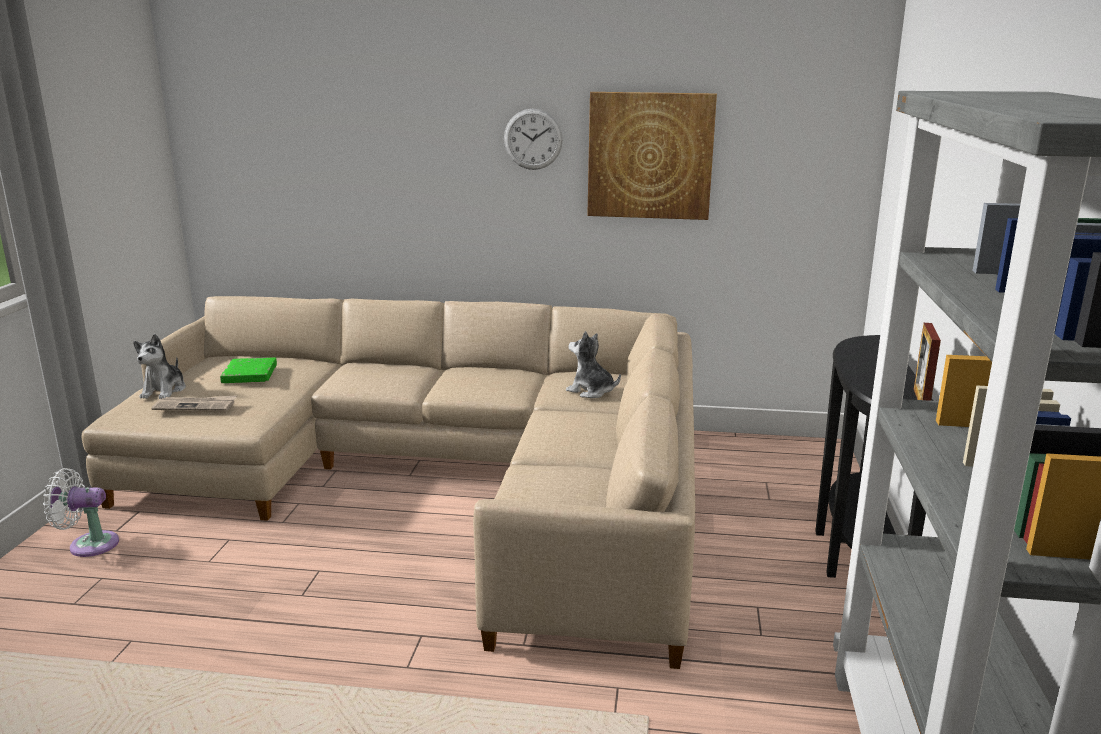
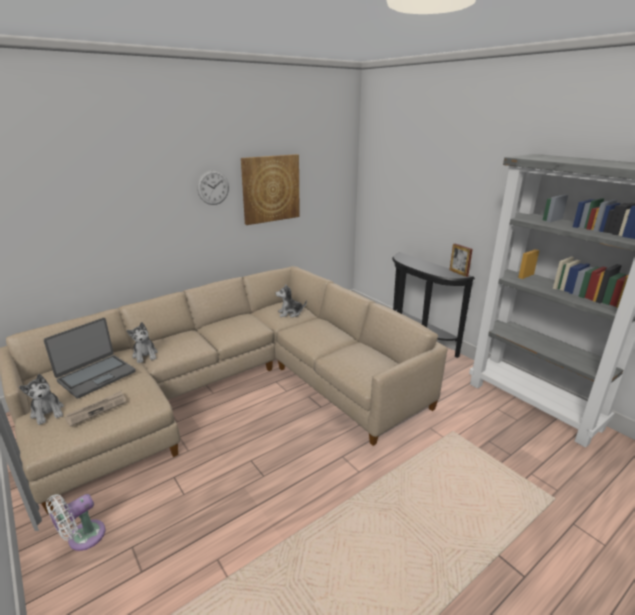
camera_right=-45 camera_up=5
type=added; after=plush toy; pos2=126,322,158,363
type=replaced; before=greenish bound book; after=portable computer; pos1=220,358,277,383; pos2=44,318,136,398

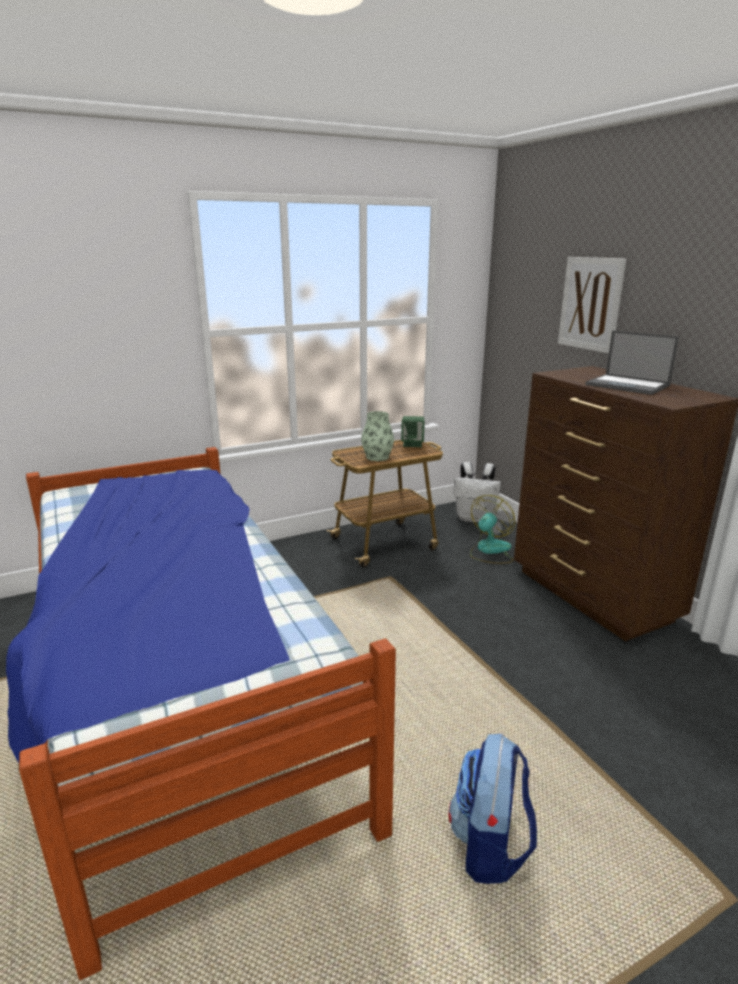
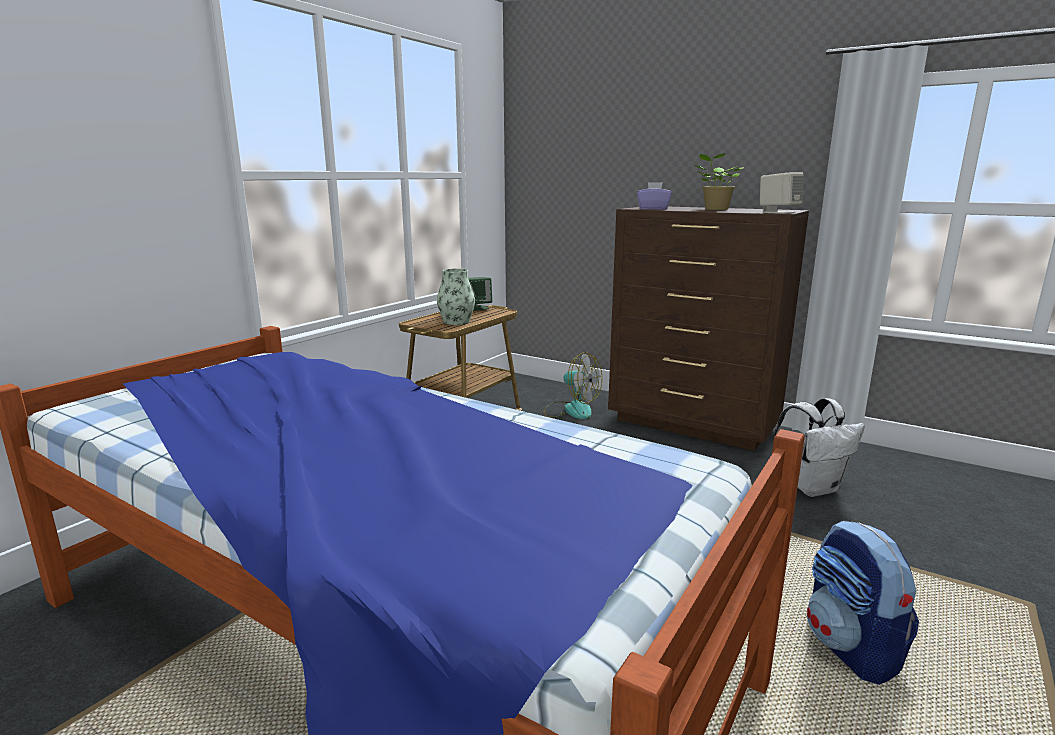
camera_right=-30 camera_up=-5
type=removed; before=wall picture; pos1=558,257,626,354
type=added; after=purple-coloured box of tissues; pos2=637,182,672,210
type=added; after=beige speaker; pos2=760,172,804,214
type=moved; before=white-coloured rucksack; pos1=453,462,501,523; pos2=774,398,865,497
type=replaced; before=portable computer; after=potted plant; pos1=585,330,679,395; pos2=694,153,744,210
type=turned; before=electric fan; pos1=470,495,515,564; pos2=544,352,602,419; turn=120

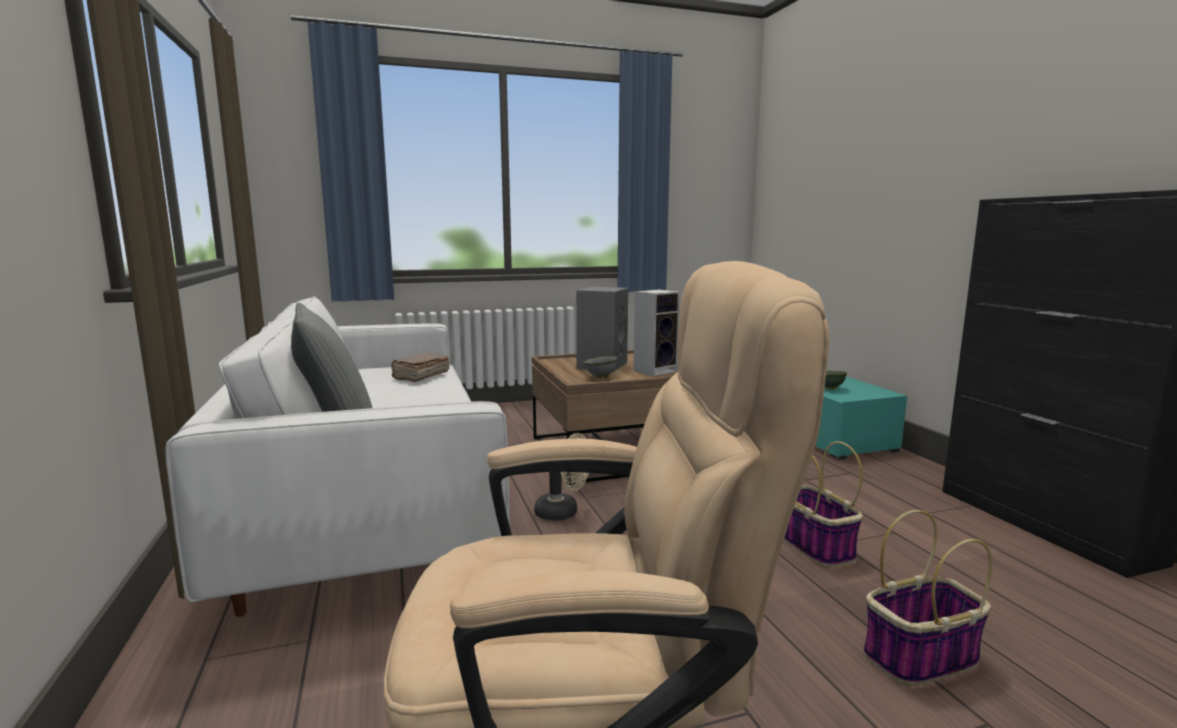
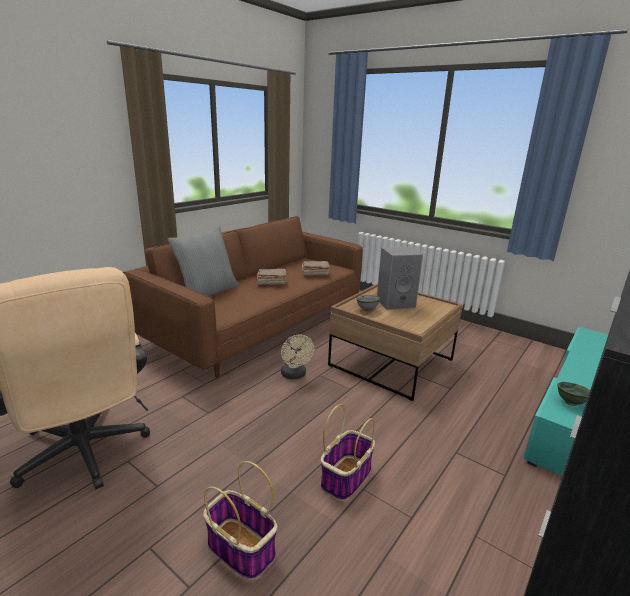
camera_right=55 camera_up=10
type=removed; before=speaker; pos1=633,289,680,376
type=added; after=brown bound book; pos2=257,269,287,285
type=recoloured; before=white-coloured couch; after=brown couch; pos1=165,296,510,617; pos2=123,216,363,378

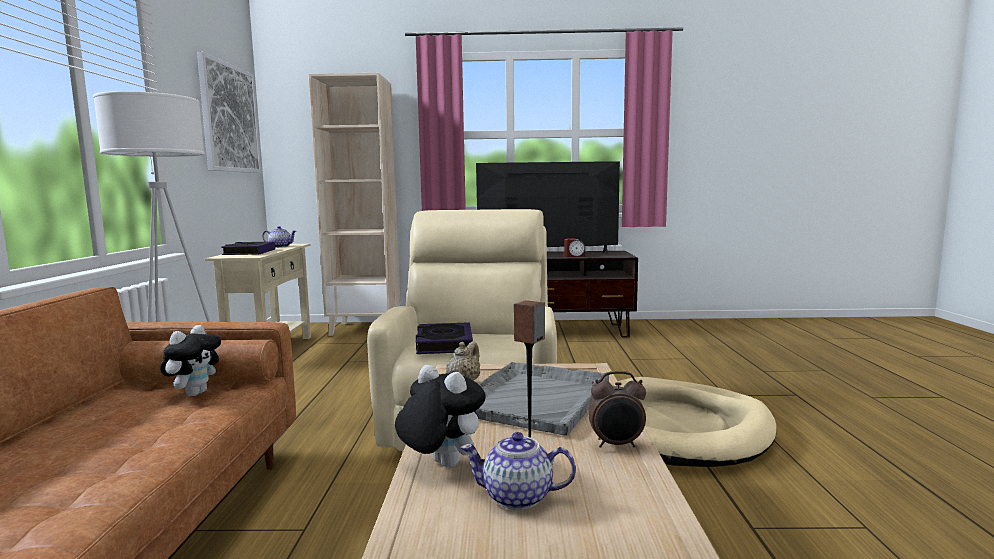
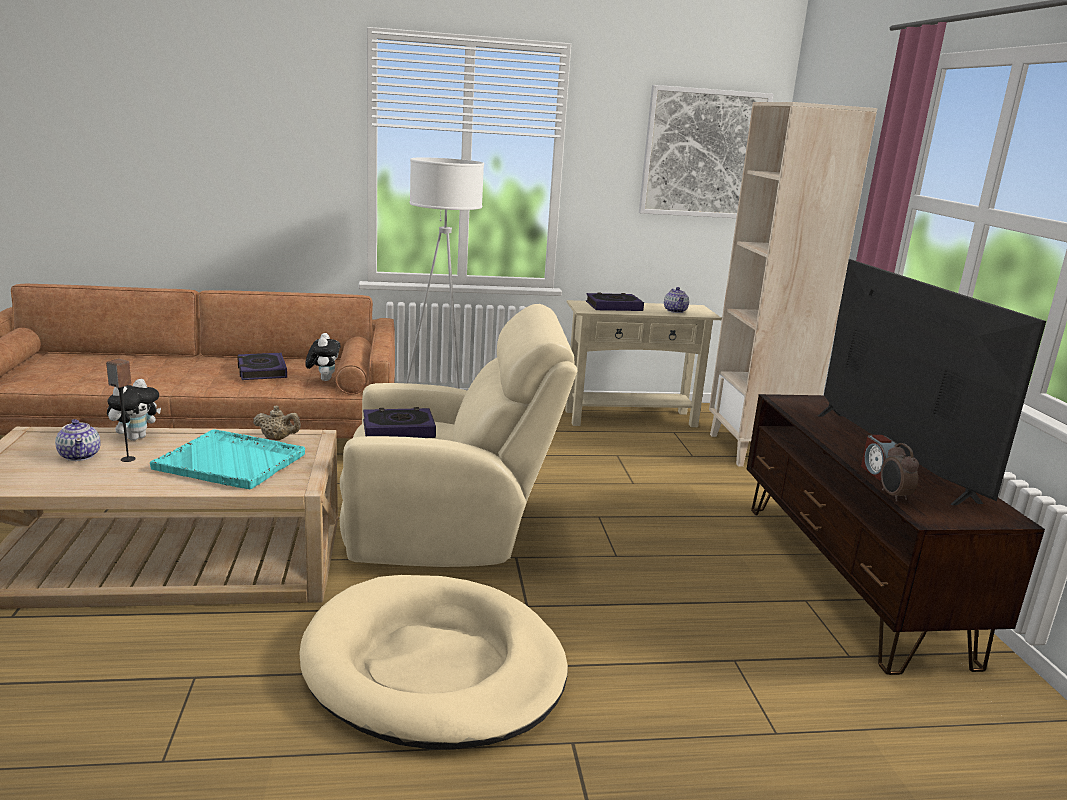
camera_right=80 camera_up=10
type=added; after=bound book; pos2=237,353,287,380
type=moved; before=alarm clock; pos1=588,371,646,448; pos2=881,443,919,502
type=recoloured; before=grey tray; after=turquoise tray; pos1=475,362,609,436; pos2=150,429,305,490
type=turned; before=plush toy; pos1=160,325,221,396; pos2=305,333,341,381; turn=-105
type=turned; before=teapot; pos1=460,432,576,510; pos2=55,419,101,461; turn=150

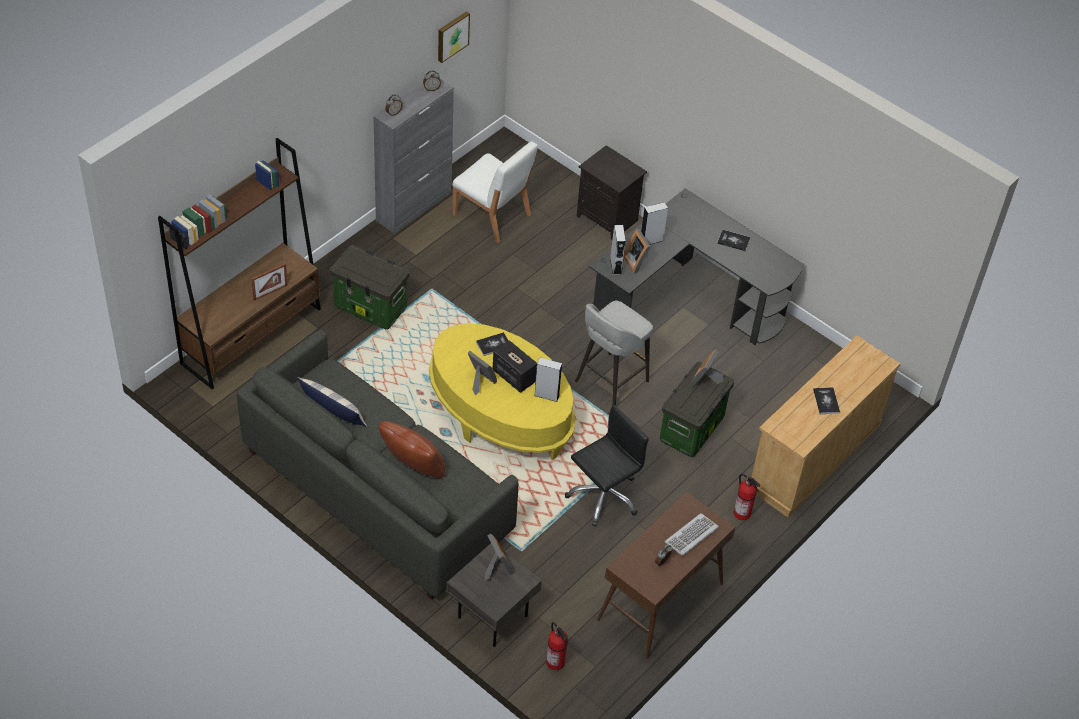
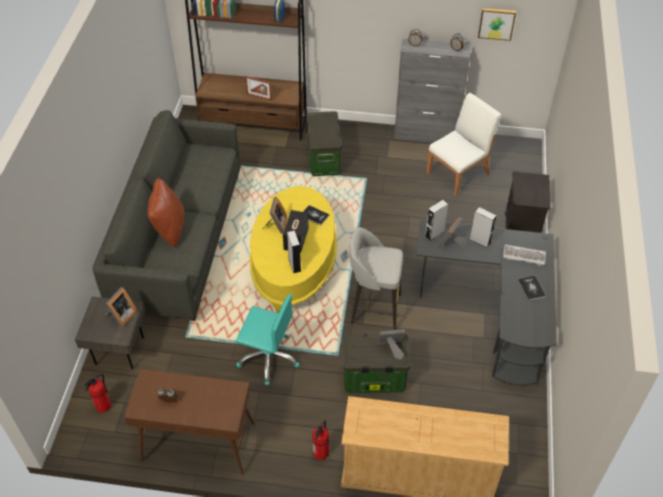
camera_right=60 camera_up=0
type=removed; before=cushion; pos1=298,377,367,427
type=removed; before=bound book; pos1=813,387,840,414
type=moved; before=PC keyboard; pos1=665,513,719,556; pos2=503,245,546,266
type=recoloured; before=black-coloured office chair; after=turquoise office chair; pos1=565,404,649,527; pos2=236,294,299,385
type=turned; before=white-coloured upright chair; pos1=452,141,538,243; pos2=427,93,502,196; turn=-135

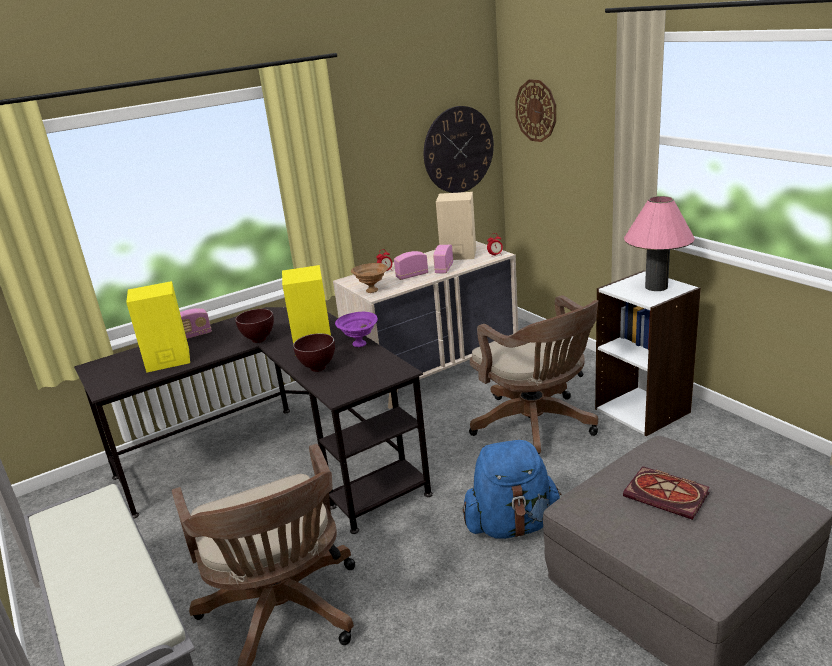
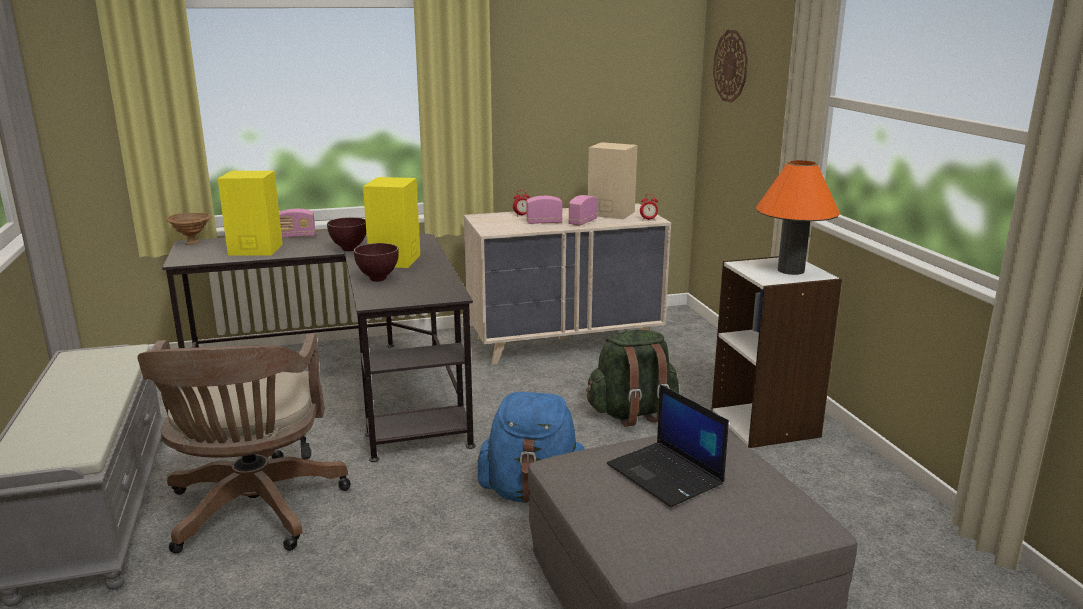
camera_right=15 camera_up=-5
type=removed; before=purple-coloured serving bowl; pos1=335,312,378,347
type=removed; before=wall clock; pos1=424,106,494,193
type=moved; before=brown serving bowl; pos1=351,263,388,293; pos2=166,213,211,245
type=replaced; before=brown office chair; after=greenish rucksack; pos1=469,295,598,454; pos2=586,330,679,427
type=replaced; before=bound book; after=portable computer; pos1=623,466,710,520; pos2=607,385,729,507
type=recoloured; before=pink lamp for a table; after=orange-coloured lamp for a table; pos1=624,196,695,291; pos2=756,160,840,275

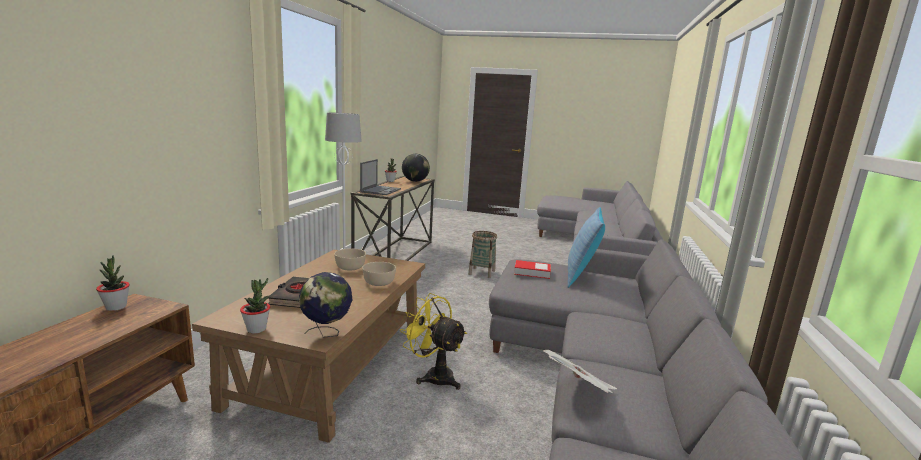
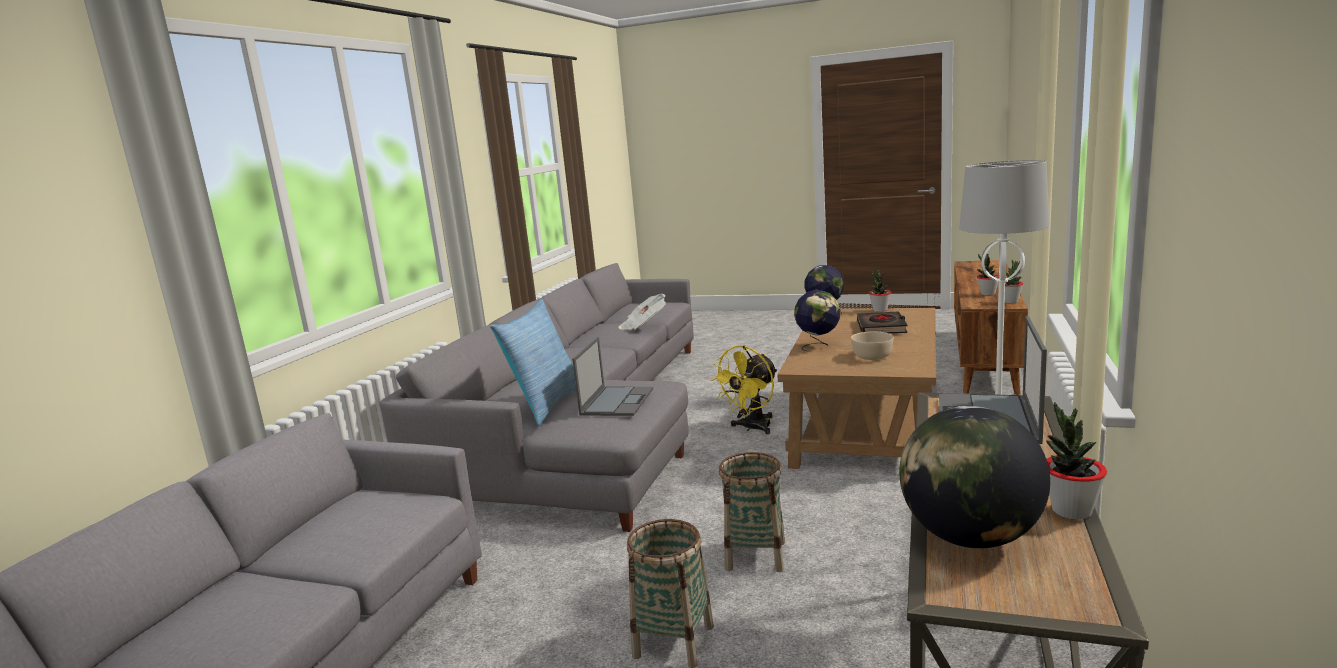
camera_right=-175 camera_up=0
type=added; after=basket; pos2=719,452,785,572
type=added; after=potted plant; pos2=977,254,999,296
type=replaced; before=beige serving bowl; after=globe; pos1=362,262,396,286; pos2=794,290,841,352
type=replaced; before=bound book; after=portable computer; pos1=514,260,551,279; pos2=572,337,653,416
type=turned; before=yellow-coloured electric fan; pos1=400,293,467,390; pos2=710,346,777,434; turn=90

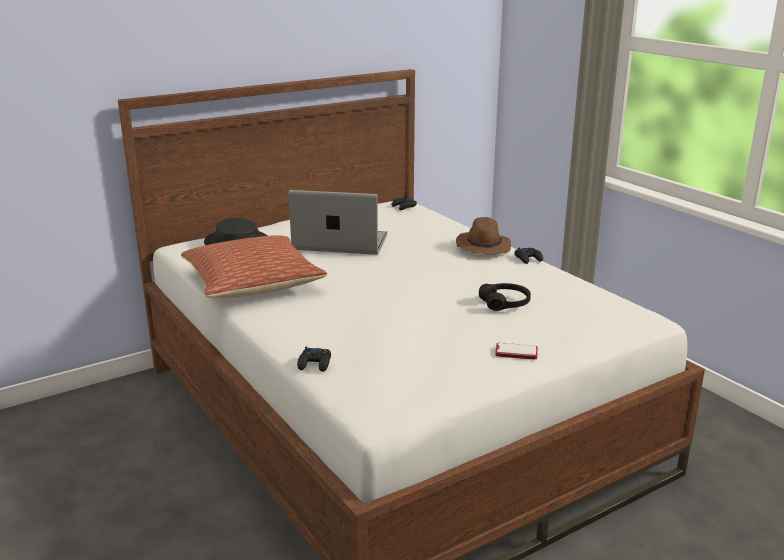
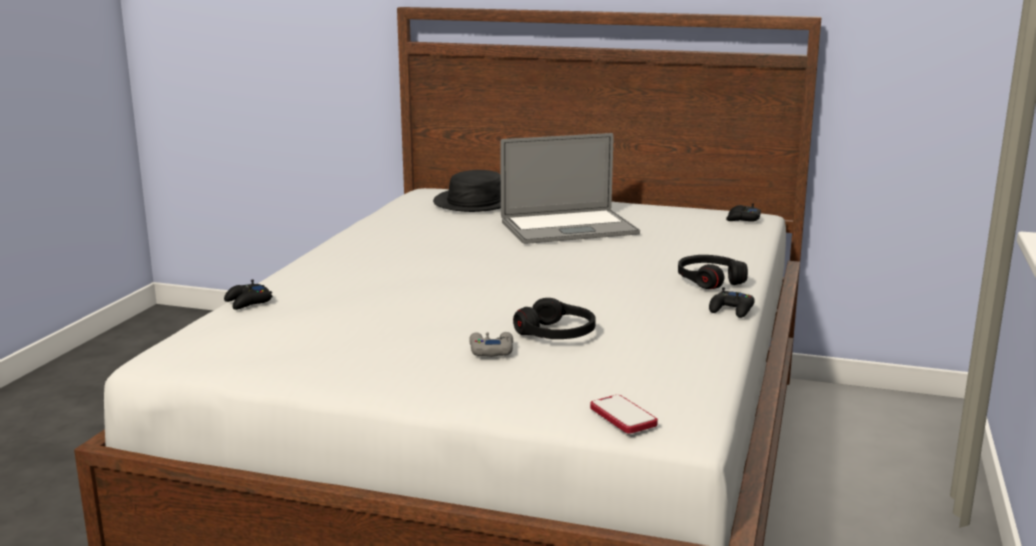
camera_right=50 camera_up=-5
type=removed; before=cushion; pos1=181,235,327,298
type=added; after=grey gamepad; pos2=469,332,513,357
type=moved; before=handset; pos1=495,343,538,360; pos2=590,395,658,434
type=replaced; before=brown hat; after=black-coloured headphones; pos1=456,217,511,255; pos2=678,255,748,289
type=turned; before=portable computer; pos1=289,190,387,255; pos2=500,133,640,244; turn=105

